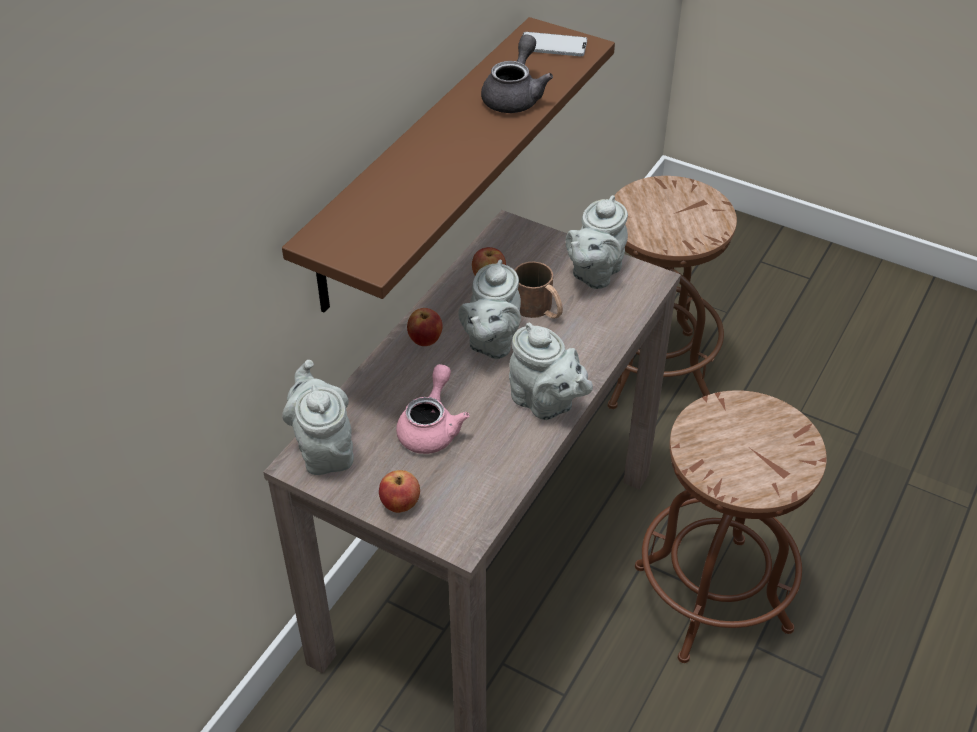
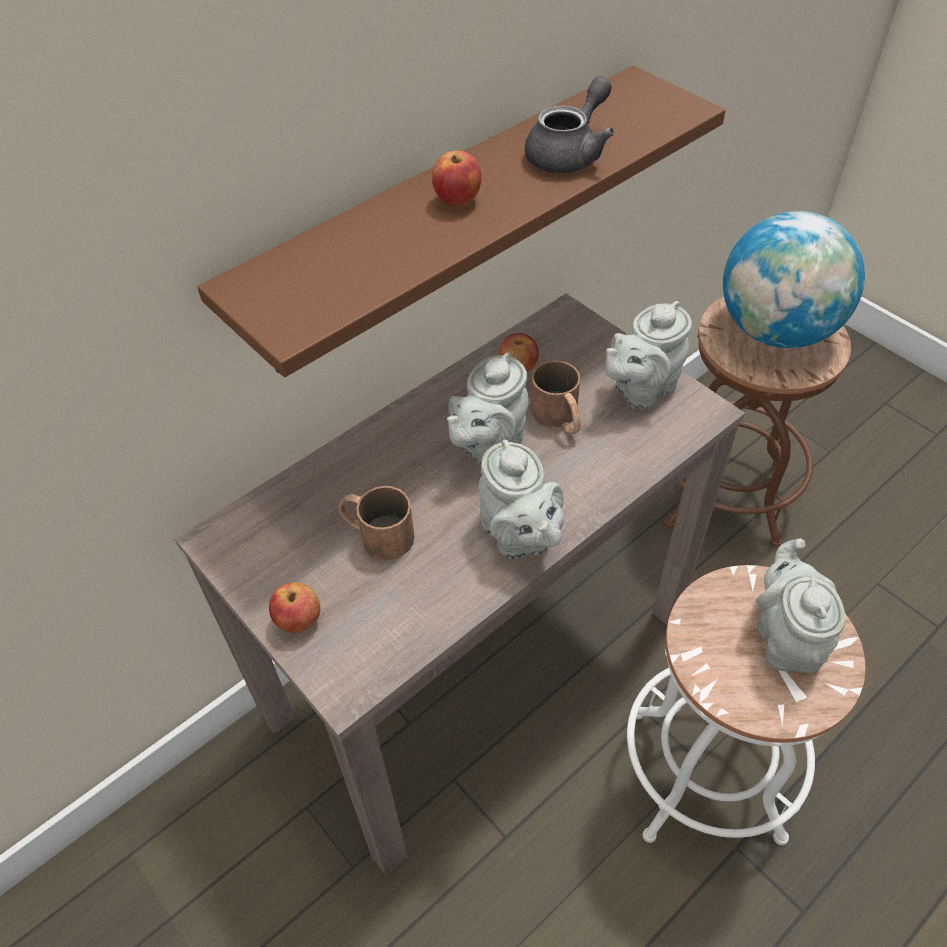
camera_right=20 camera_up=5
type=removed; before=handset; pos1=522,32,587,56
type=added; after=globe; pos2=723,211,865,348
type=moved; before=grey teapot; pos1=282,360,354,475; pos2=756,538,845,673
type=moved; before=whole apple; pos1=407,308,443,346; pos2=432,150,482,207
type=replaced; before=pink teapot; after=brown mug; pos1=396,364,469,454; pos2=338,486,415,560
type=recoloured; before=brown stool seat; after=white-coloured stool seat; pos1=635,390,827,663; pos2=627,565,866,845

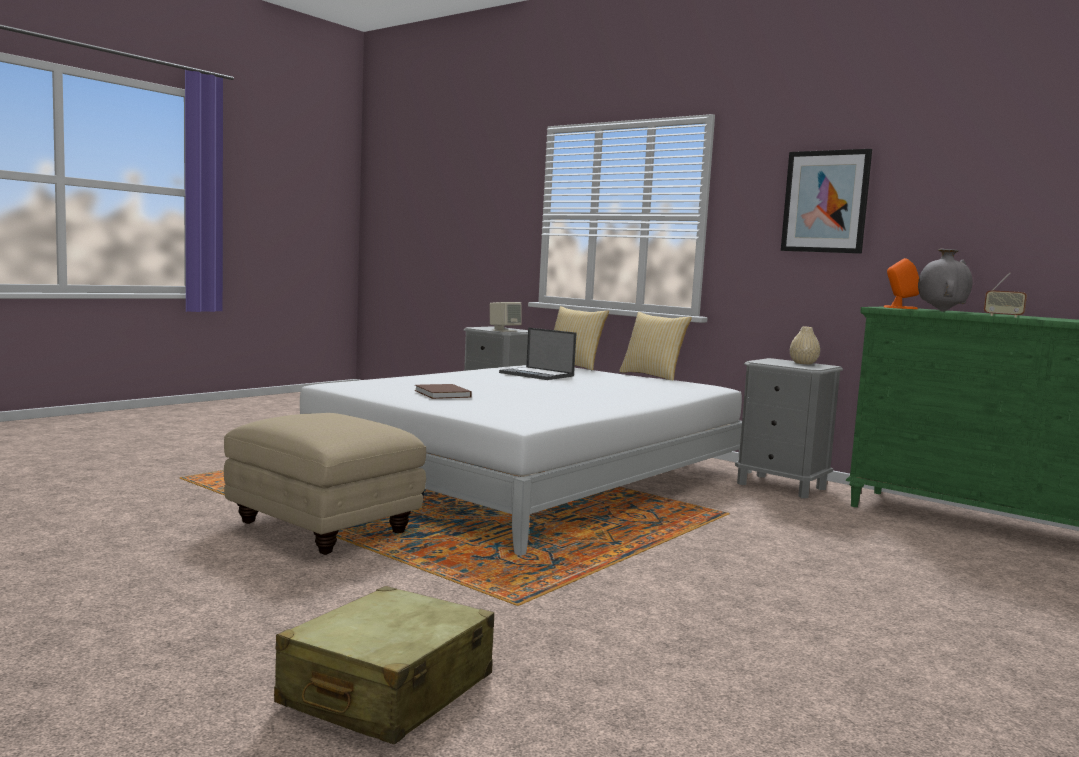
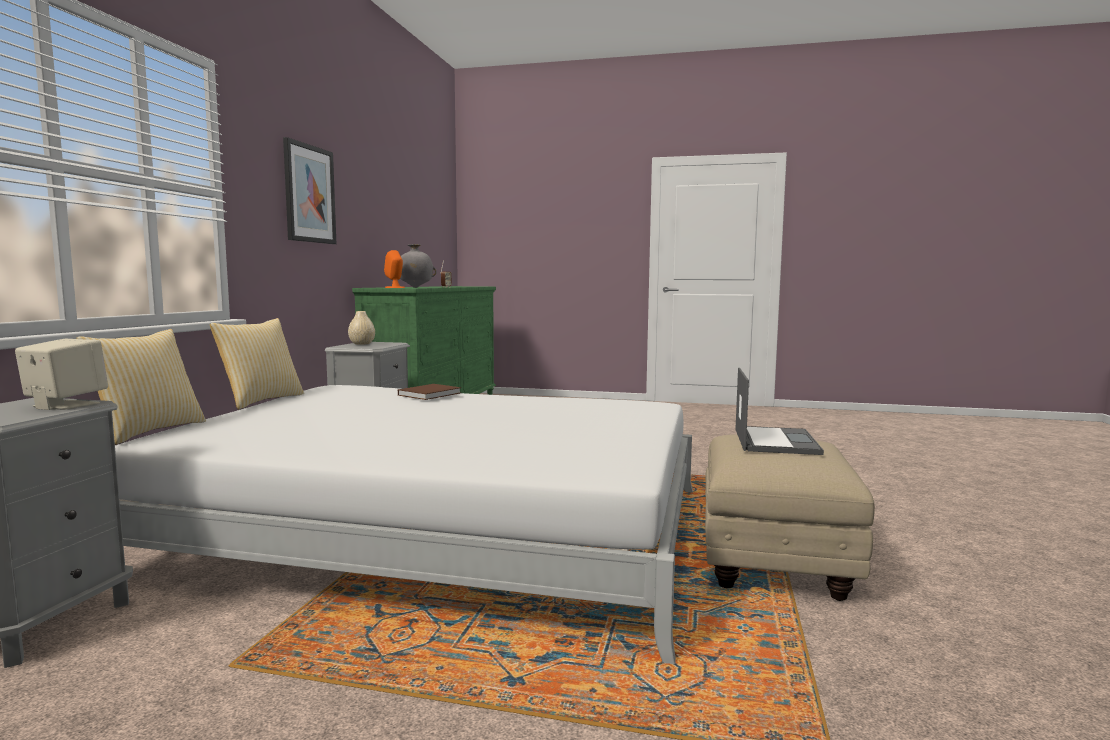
camera_right=-115 camera_up=0
type=removed; before=beige travel case; pos1=274,586,494,744
type=moved; before=brown bound book; pos1=414,384,472,399; pos2=398,384,461,400
type=moved; before=portable computer; pos1=499,327,577,380; pos2=735,368,824,455

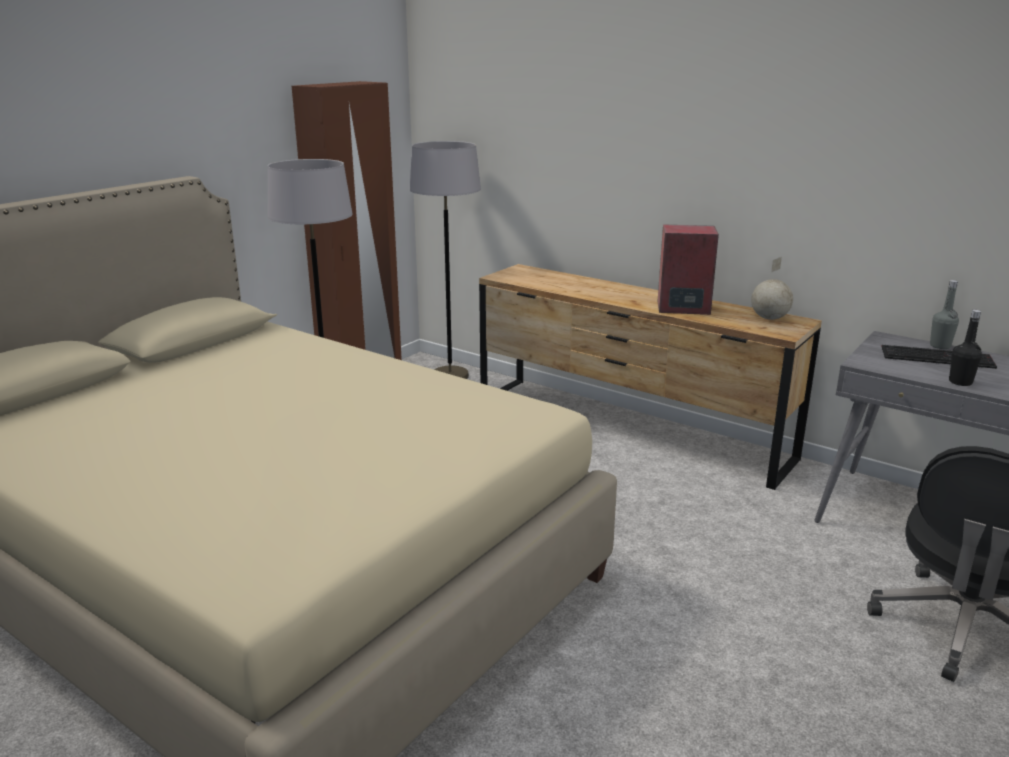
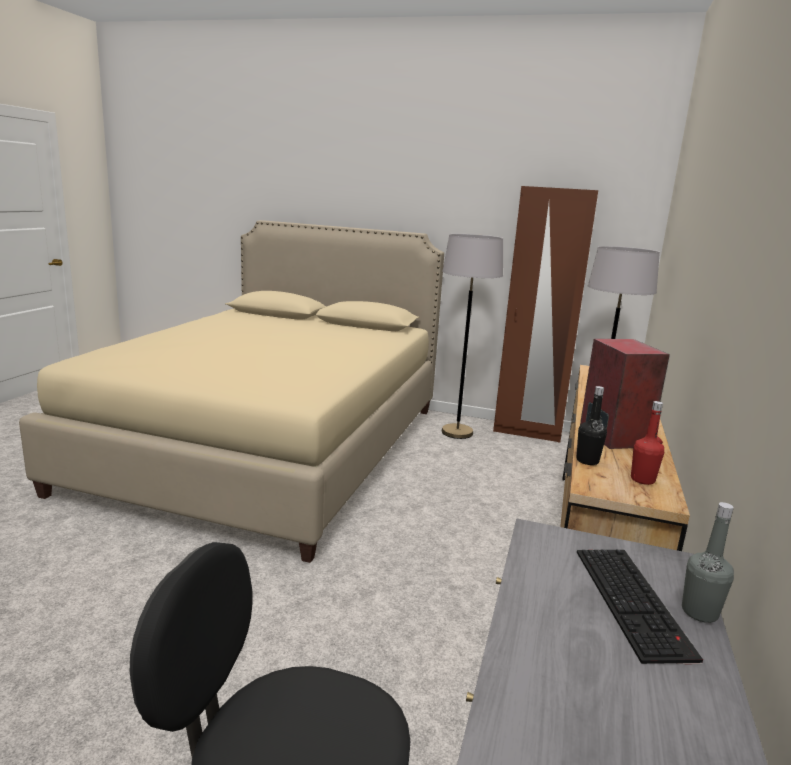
camera_right=70 camera_up=-5
type=moved; before=black-coloured drink bottle; pos1=949,310,982,386; pos2=576,386,607,465
type=replaced; before=globe; after=red drink bottle; pos1=751,257,793,320; pos2=631,401,664,485

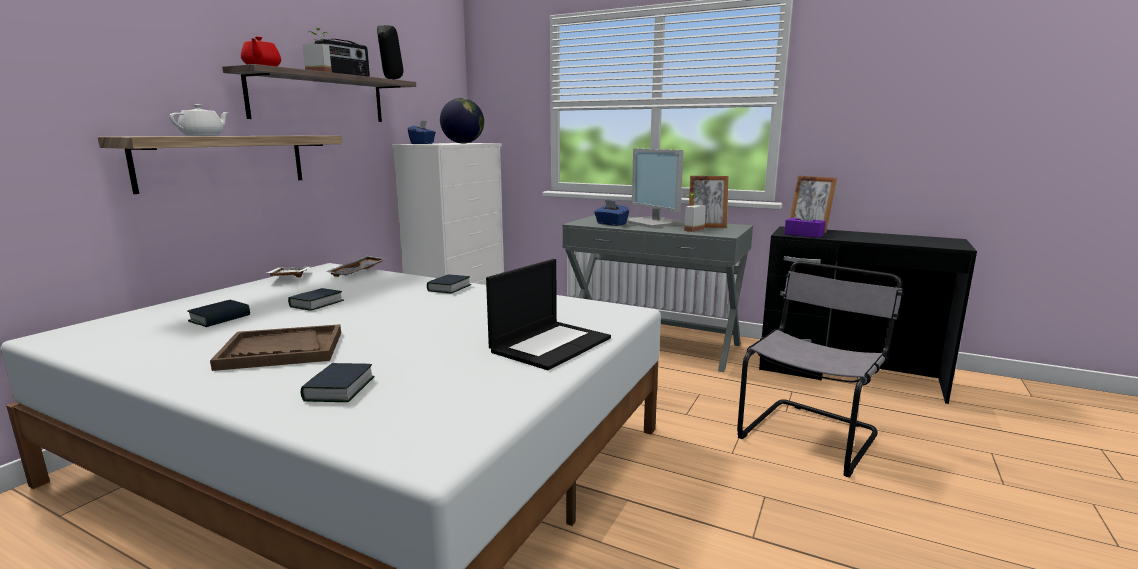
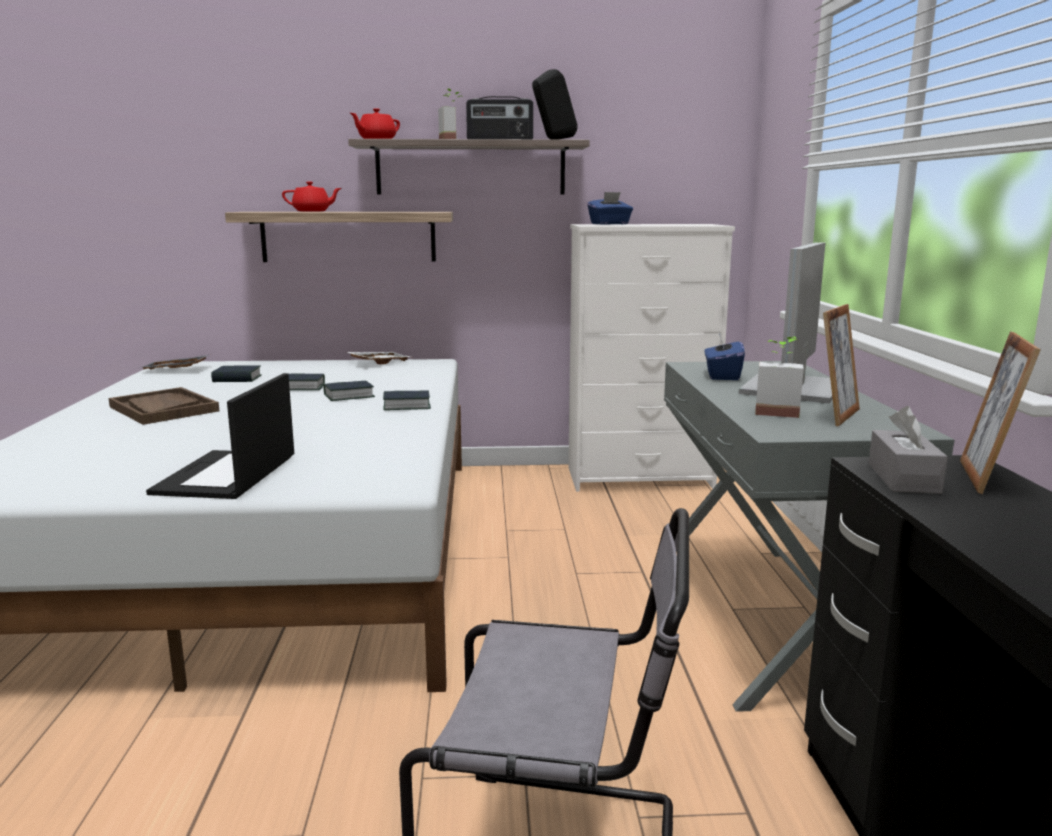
camera_right=60 camera_up=0
type=removed; before=globe; pos1=440,98,484,143
type=moved; before=bound book; pos1=301,363,375,402; pos2=324,381,375,401
type=moved; before=grey tray; pos1=326,255,386,277; pos2=139,355,208,370
type=recoloured; before=white-coloured teapot; after=red teapot; pos1=169,104,229,136; pos2=282,181,342,212
type=recoloured; before=purple-coloured box of tissues; after=grey box of tissues; pos1=784,206,826,238; pos2=869,406,948,494
type=turned; before=portable computer; pos1=486,259,611,370; pos2=146,373,294,499; turn=90
type=turned; before=standing frame; pos1=689,176,729,228; pos2=823,304,860,426; turn=-120

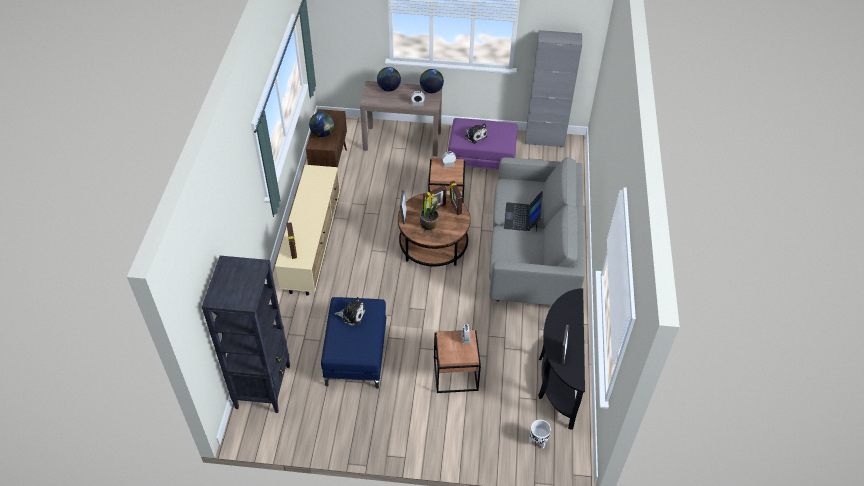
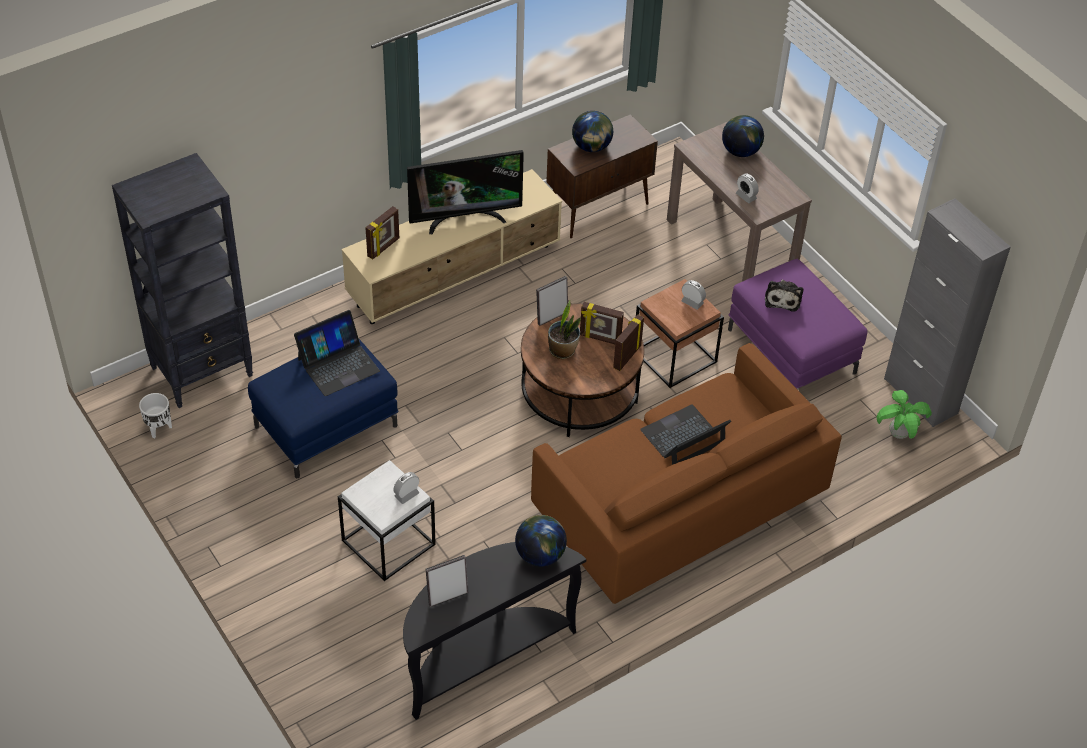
camera_right=50 camera_up=0
type=added; after=TV; pos2=407,150,524,234
type=added; after=potted plant; pos2=876,390,932,439
type=moved; before=globe; pos1=420,69,444,93; pos2=515,515,567,566
type=moved; before=white-coloured flower pot; pos1=529,420,551,449; pos2=139,393,172,438
type=replaced; before=plush toy; after=portable computer; pos1=334,297,366,325; pos2=294,310,380,396
type=recoloured; before=brown side table; after=white-coloured side table; pos1=434,330,481,393; pos2=338,460,435,581
type=recoloured; before=grey couch; after=brown couch; pos1=489,157,585,305; pos2=531,343,842,604

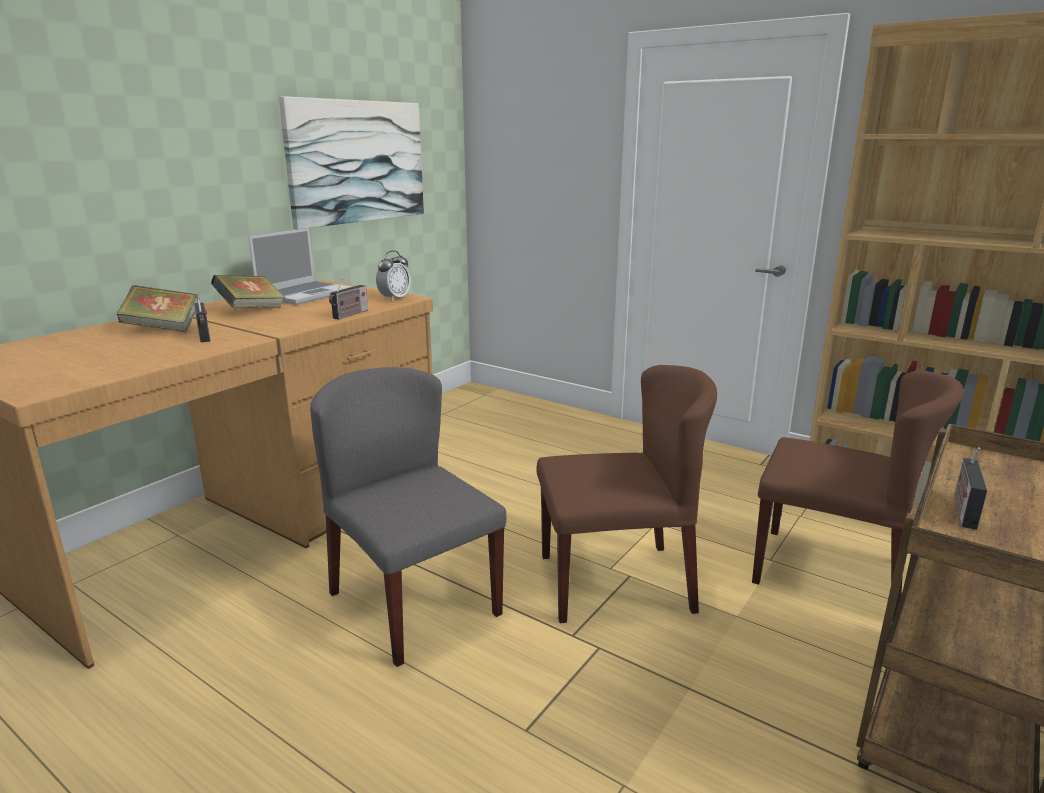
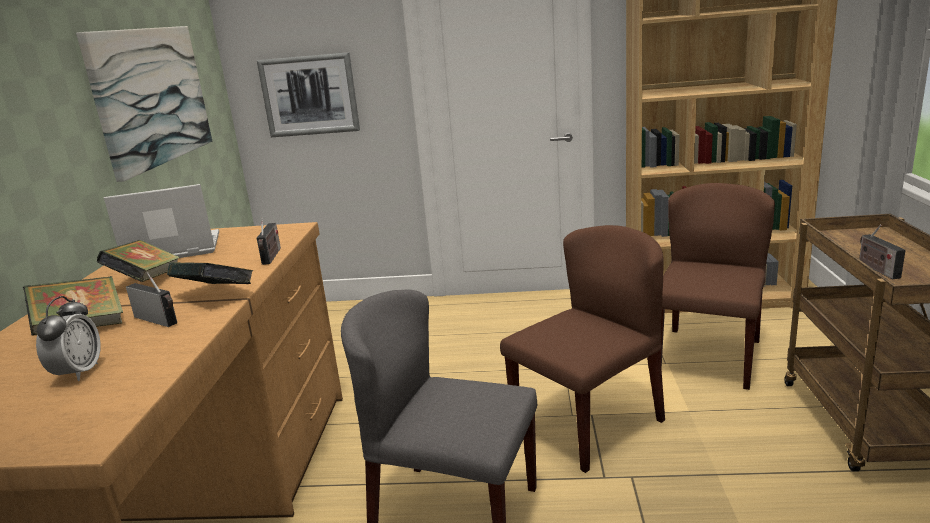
camera_right=-30 camera_up=0
type=added; after=bound book; pos2=167,262,253,284
type=added; after=wall picture; pos2=257,52,360,137
type=moved; before=alarm clock; pos1=376,251,411,301; pos2=36,296,101,381
type=turned; before=portable computer; pos1=249,228,352,305; pos2=104,184,219,258; turn=-105
type=turned; before=brown upright chair; pos1=752,371,964,622; pos2=660,183,775,390; turn=-60

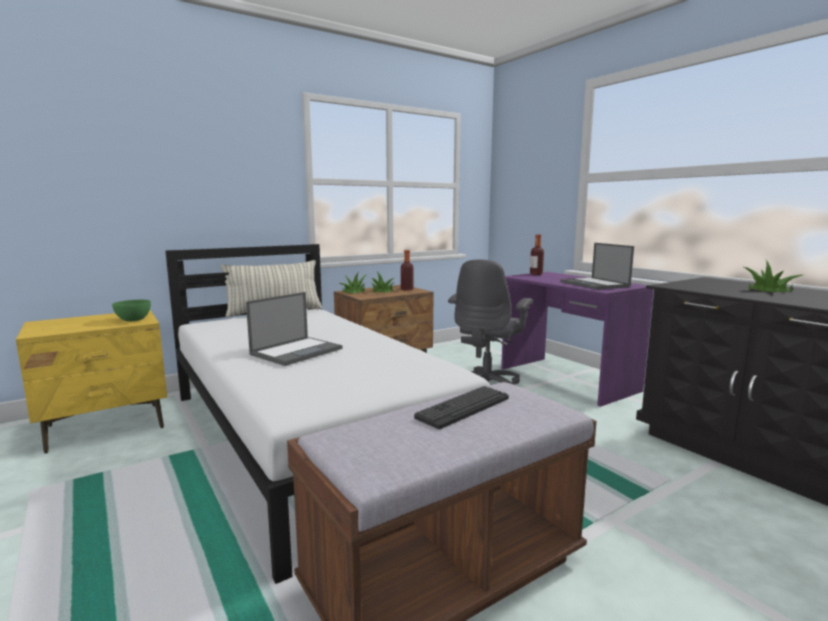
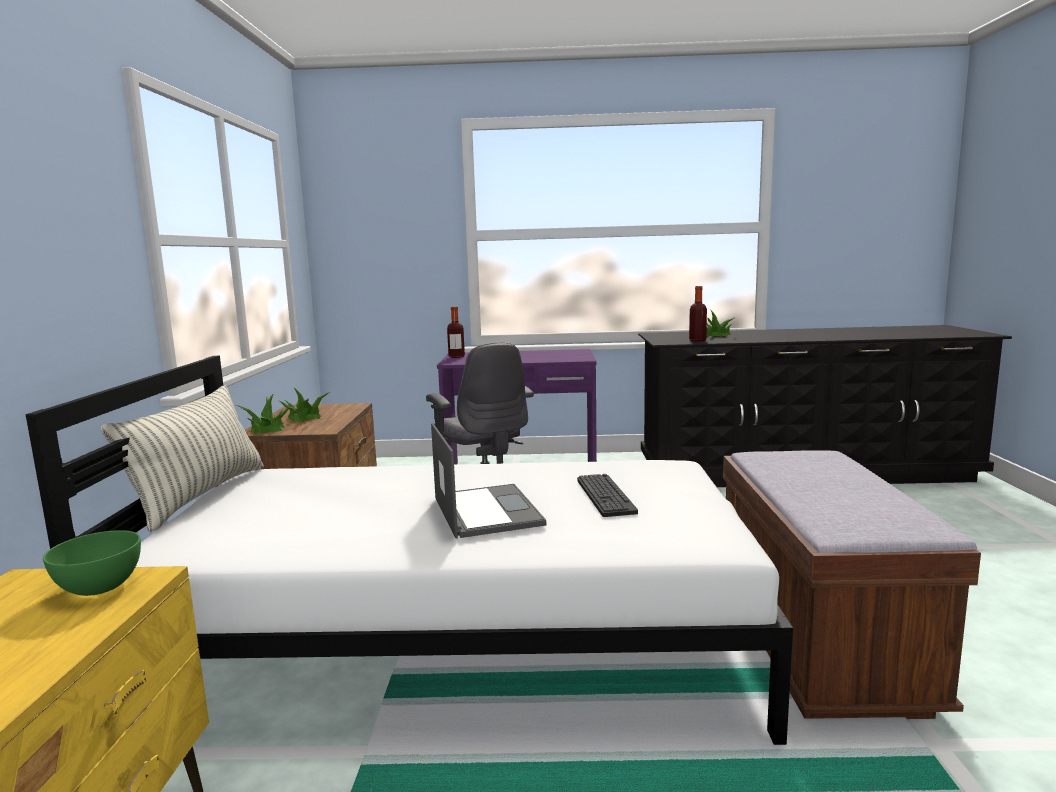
camera_right=-55 camera_up=0
type=removed; before=portable computer; pos1=560,243,634,290
type=moved; before=drink bottle; pos1=401,250,414,291; pos2=689,286,707,342
type=moved; before=PC keyboard; pos1=414,386,509,429; pos2=577,474,638,517

